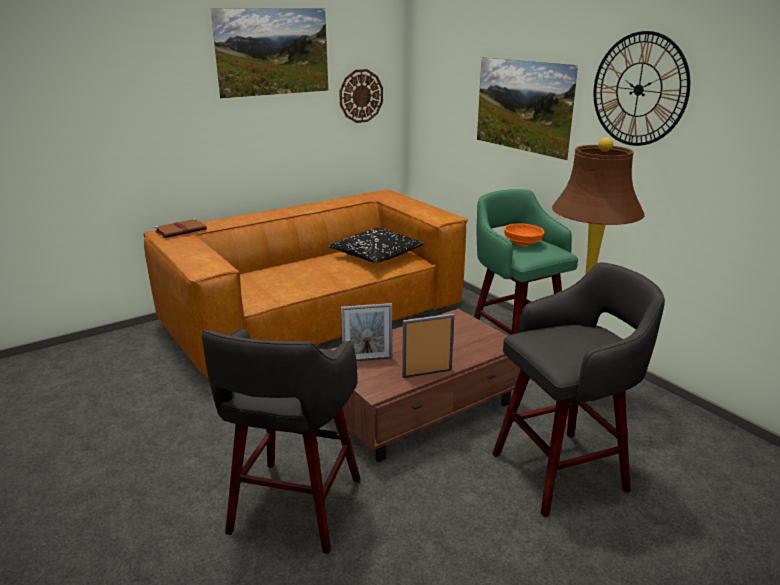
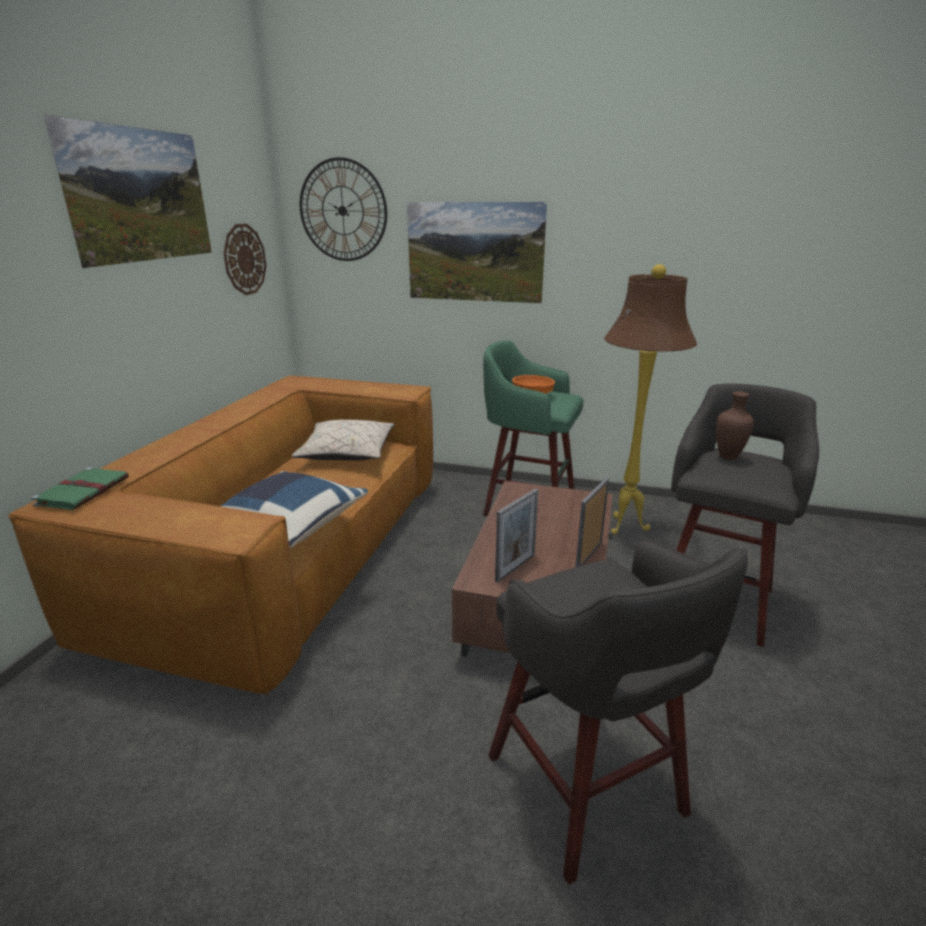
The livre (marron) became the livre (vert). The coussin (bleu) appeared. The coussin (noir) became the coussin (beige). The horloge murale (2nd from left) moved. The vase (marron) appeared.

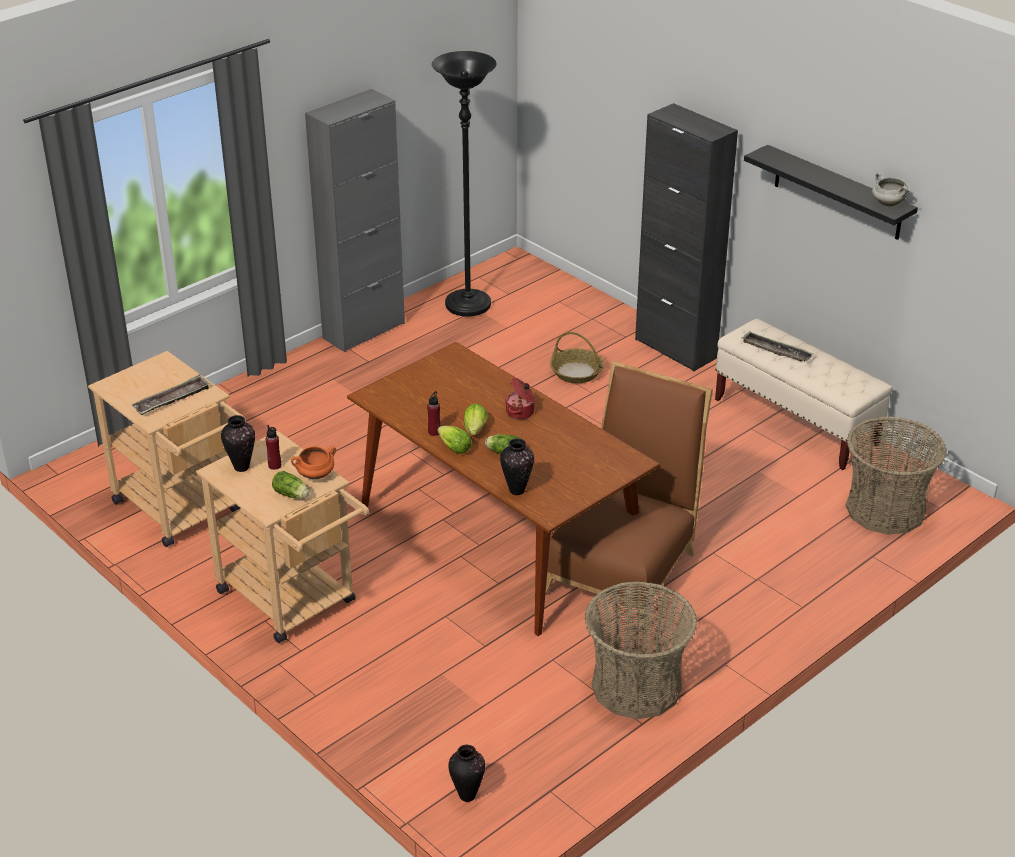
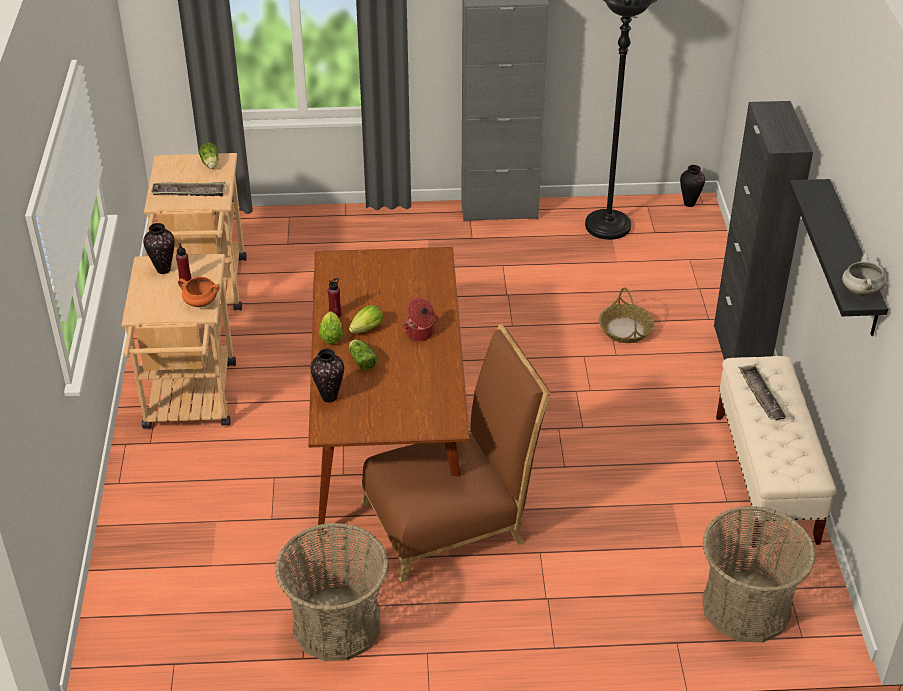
The laitue (1st from left) moved. The vase (2nd from left in the first image) moved.

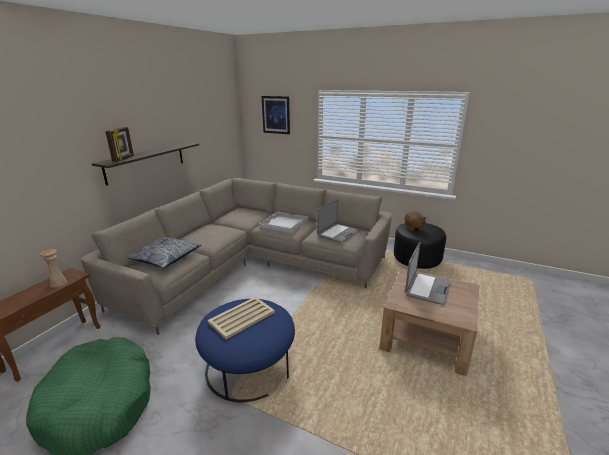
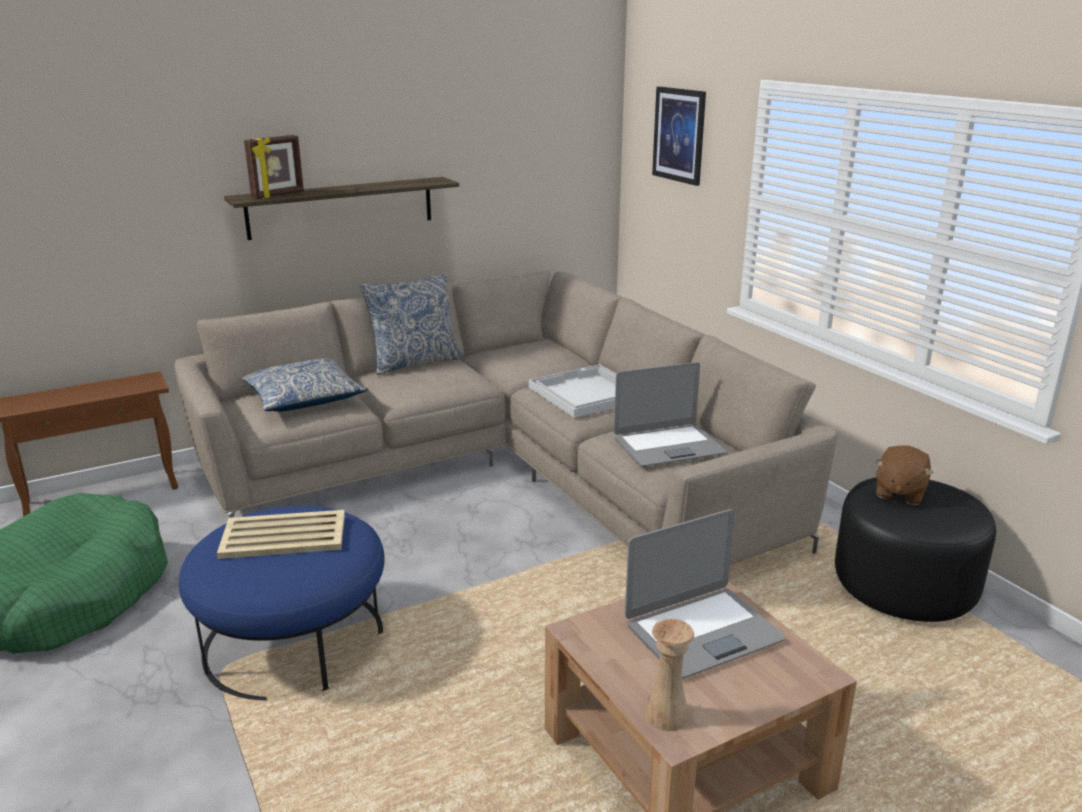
The coussin (2nd from left) appeared. The vase (beige) moved.

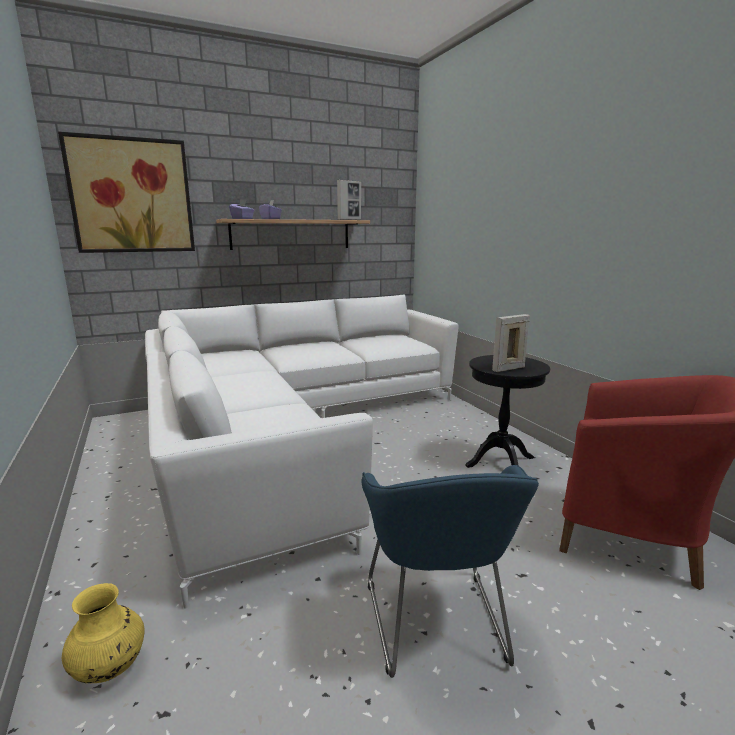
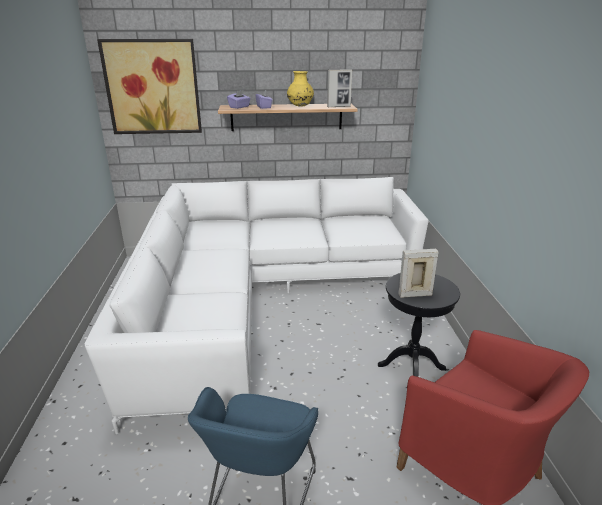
The vase (jaune) moved.

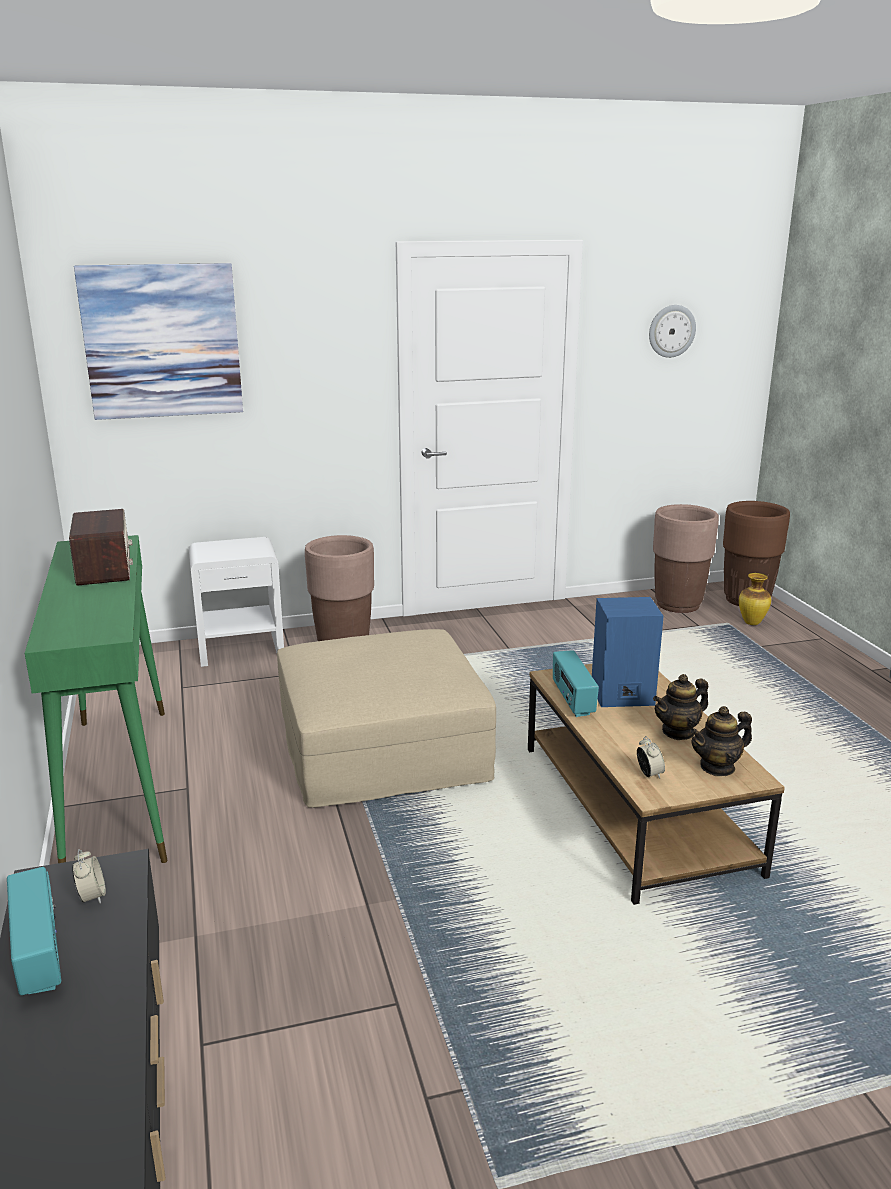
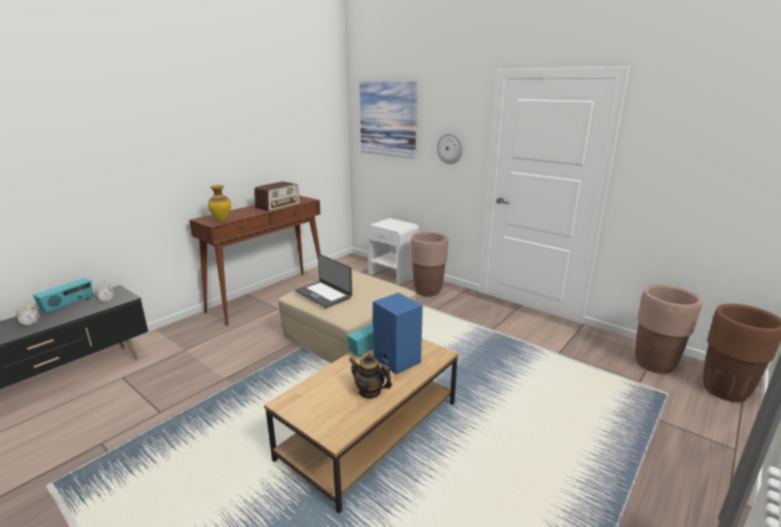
The réveil (2nd from left in the first image) moved. The table console (vert) became the table console (marron). The vase moved. The ordinateur portable appeared. The horloge murale moved. The théière (2nd from left) disappeared.

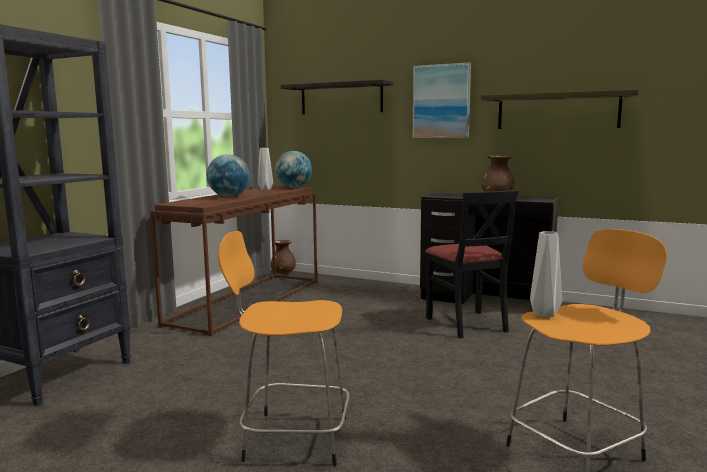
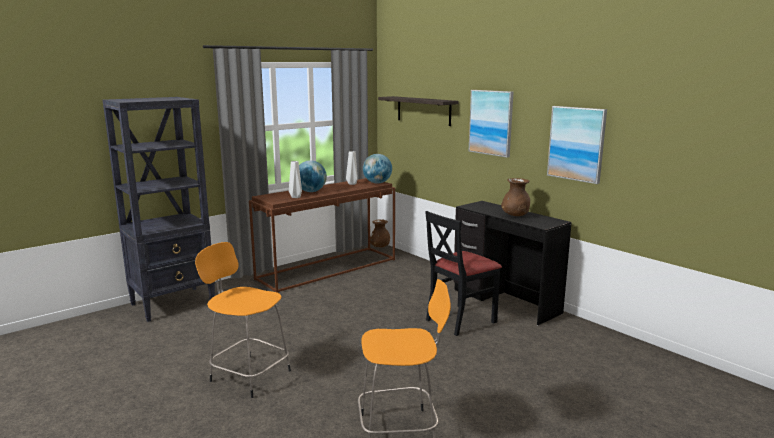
The vase (gris) (2nd from left in the first image) moved. The chaise (noir) turned 45 degrees clockwise. The étagère (2nd from left) was replaced by the tableau (2nd from left).

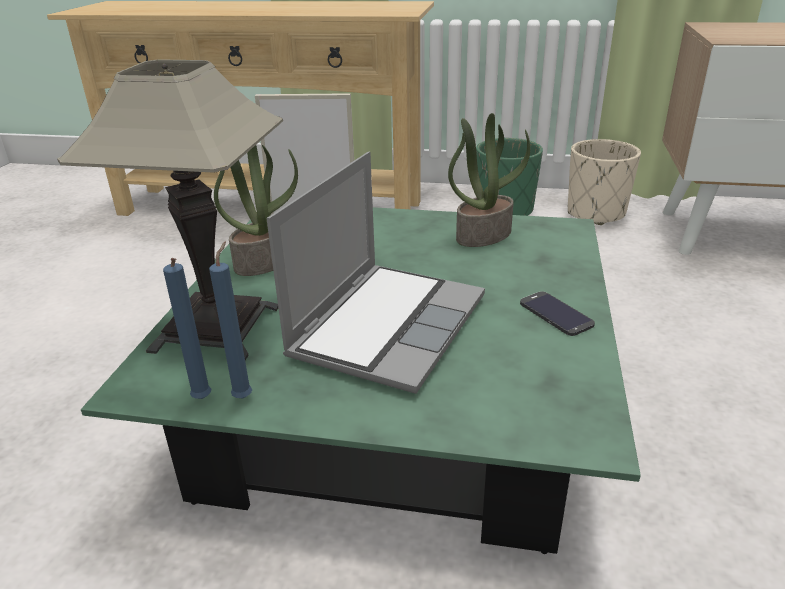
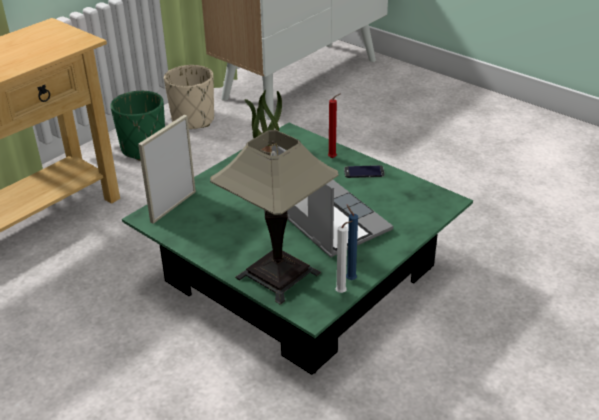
The bougie (rouge) appeared. The bougie (bleu) (1st from left) became the bougie (blanc). The plante en pot (1st from left) disappeared.

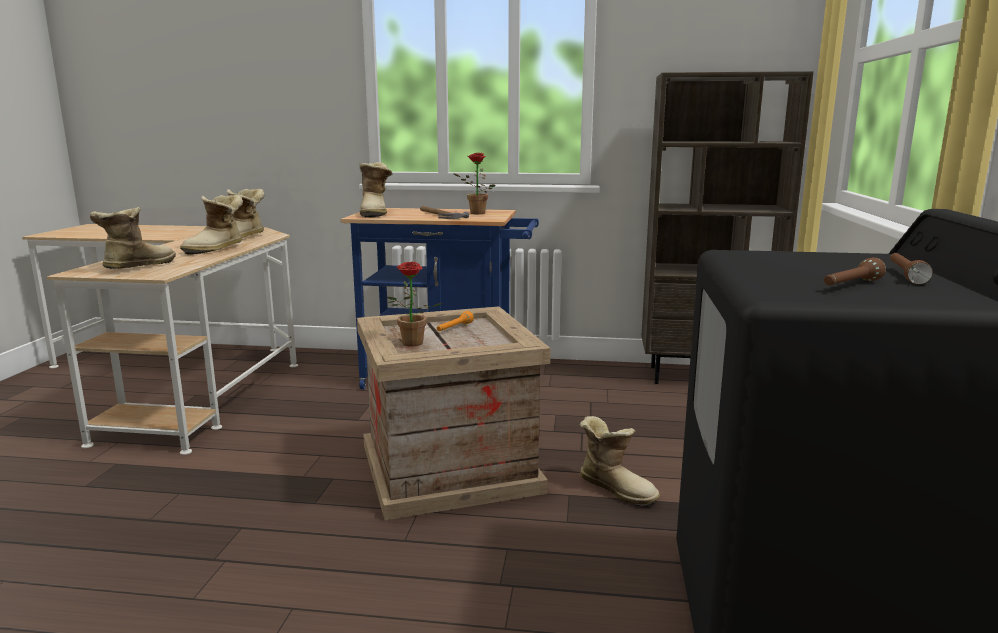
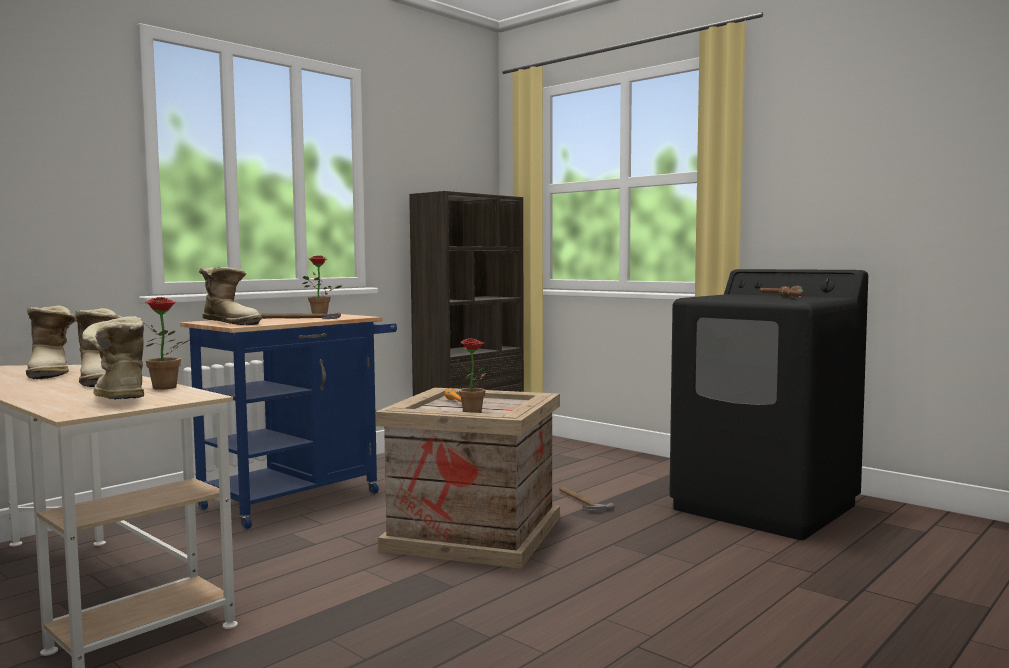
The plante en pot (1st from left) appeared. The botte (5th from left) was replaced by the marteau (2nd from left).

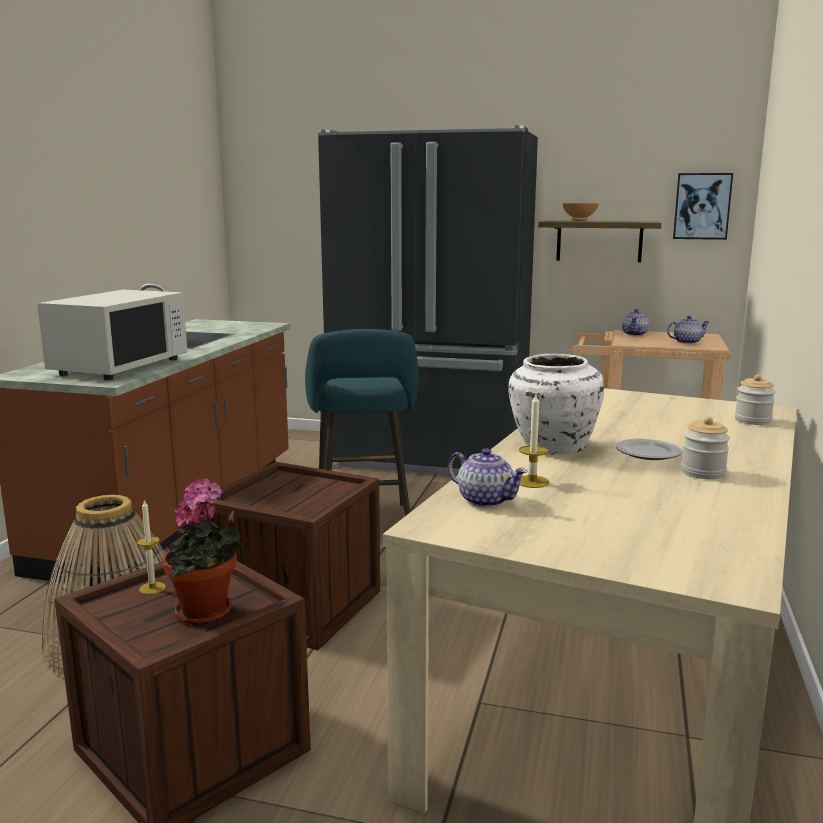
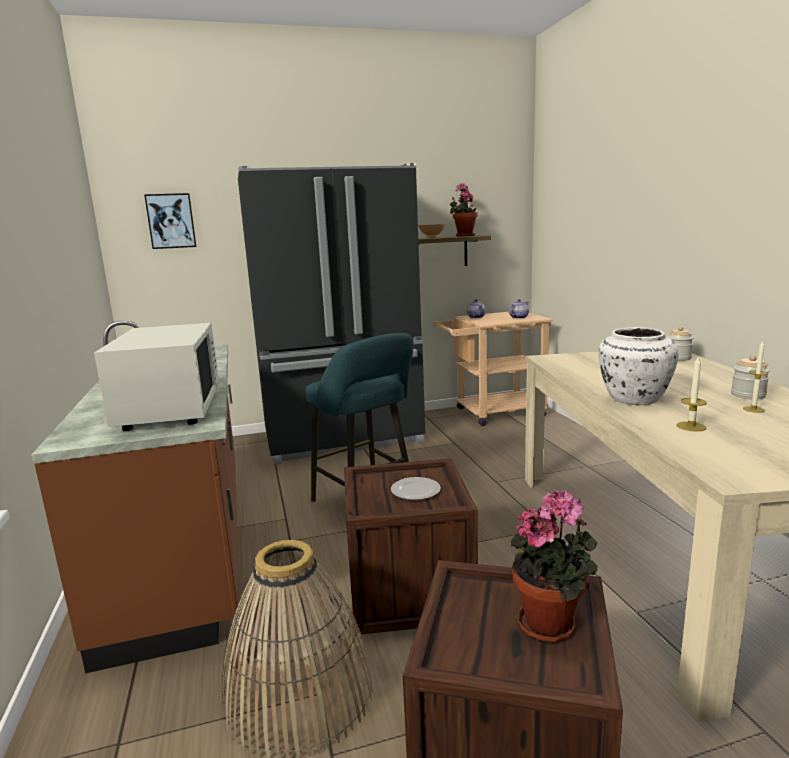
The tableau moved. The assiette moved. The plante en pot (1st from left) appeared. The bougie (1st from left in the first image) moved. The théière (1st from left) disappeared.

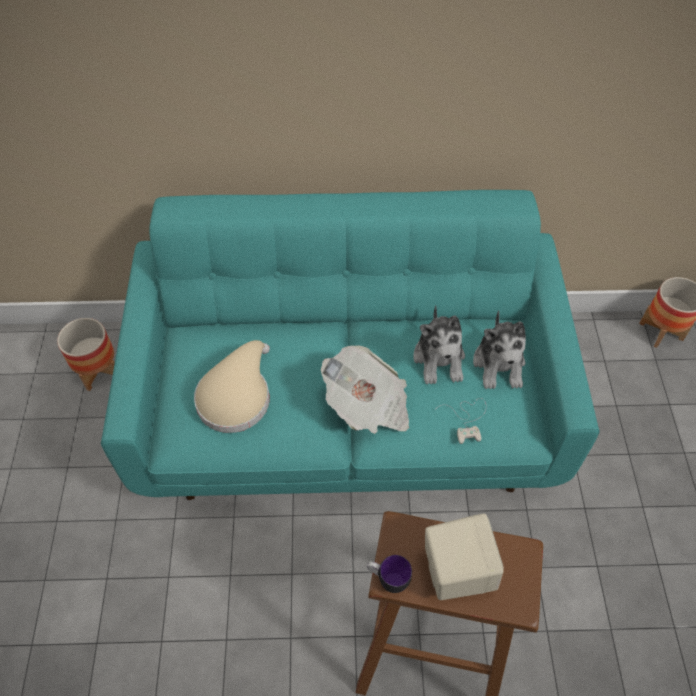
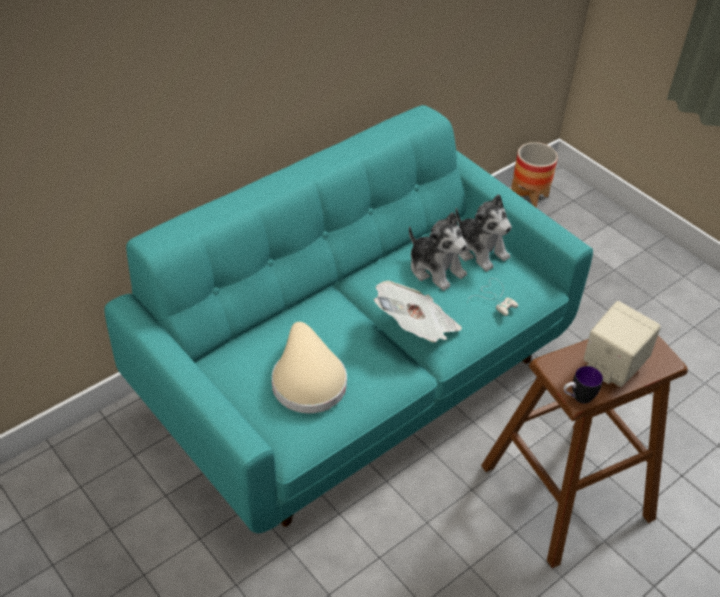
The cache-pot (1st from left) disappeared.

